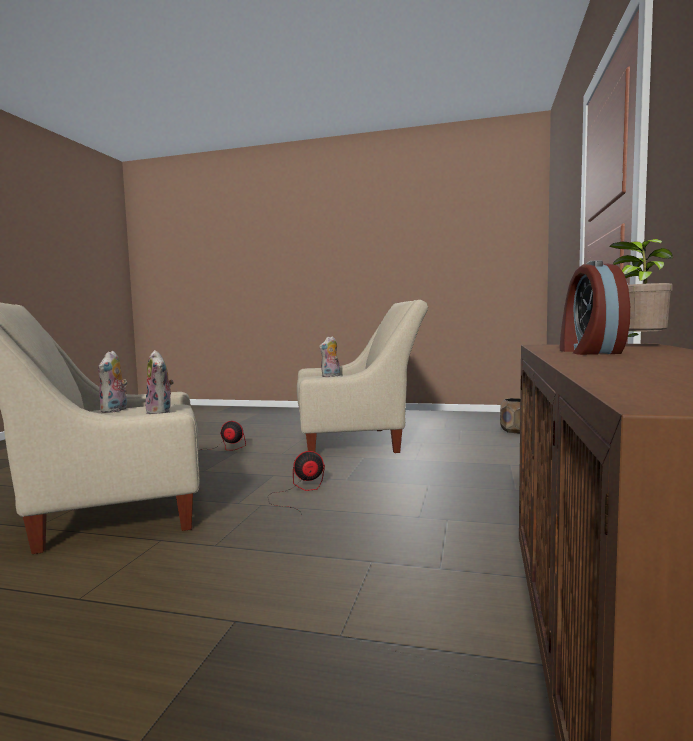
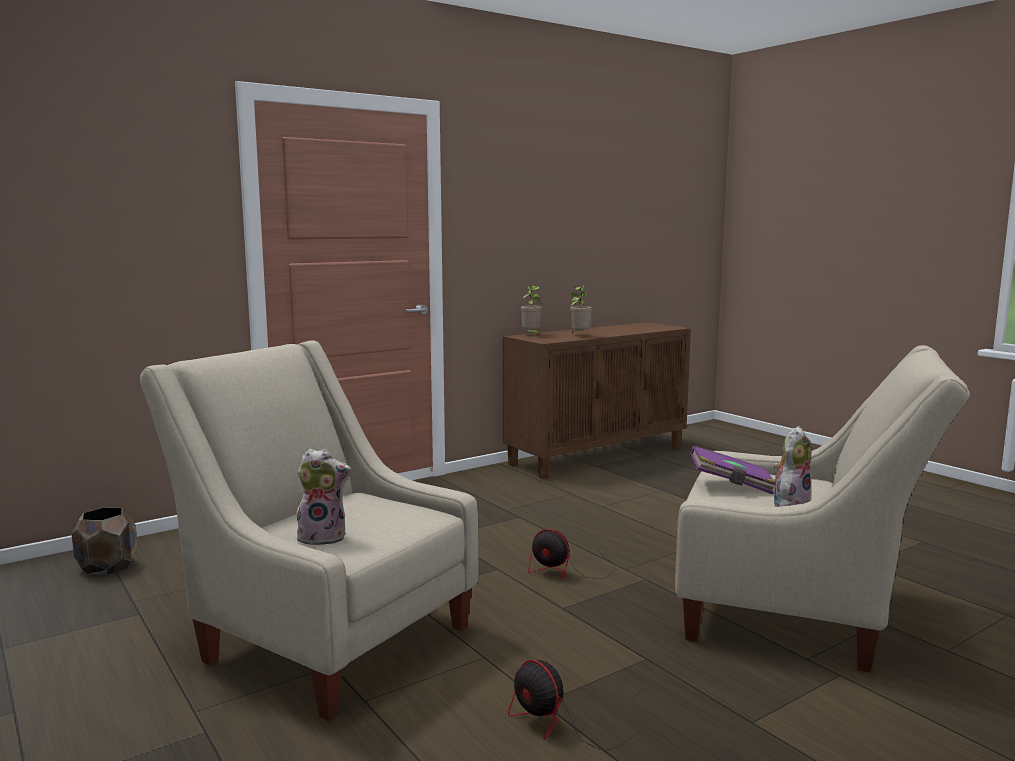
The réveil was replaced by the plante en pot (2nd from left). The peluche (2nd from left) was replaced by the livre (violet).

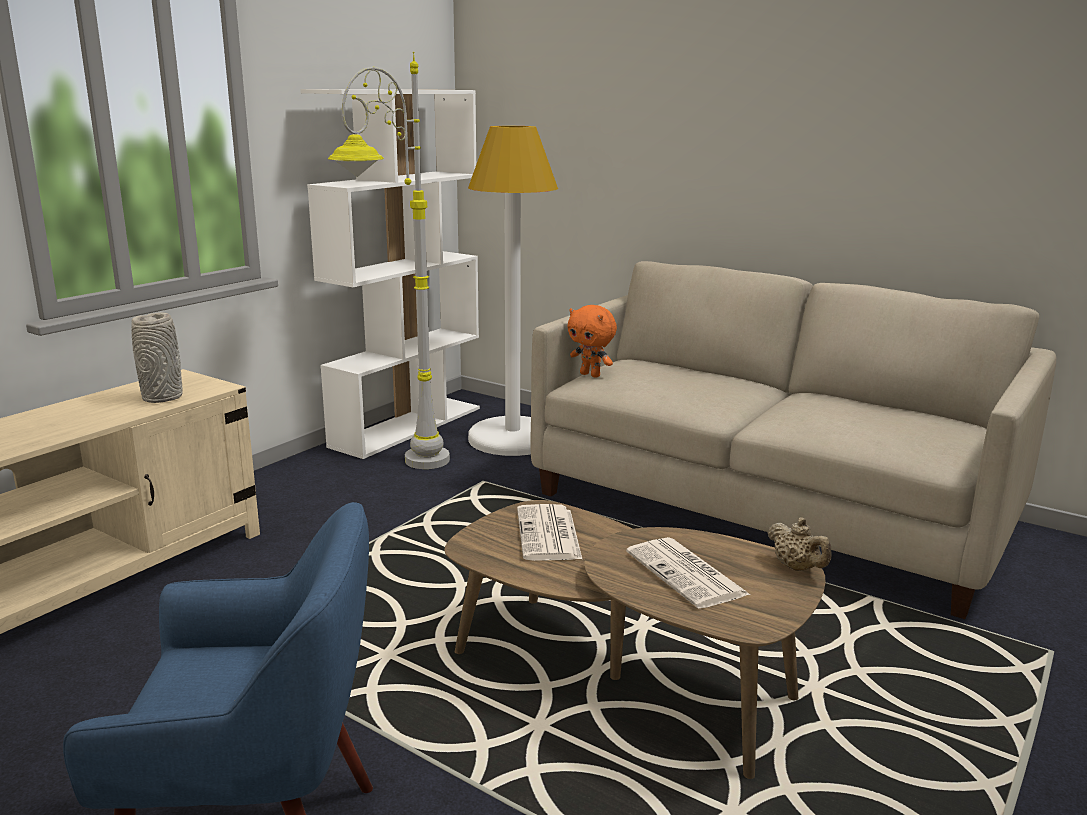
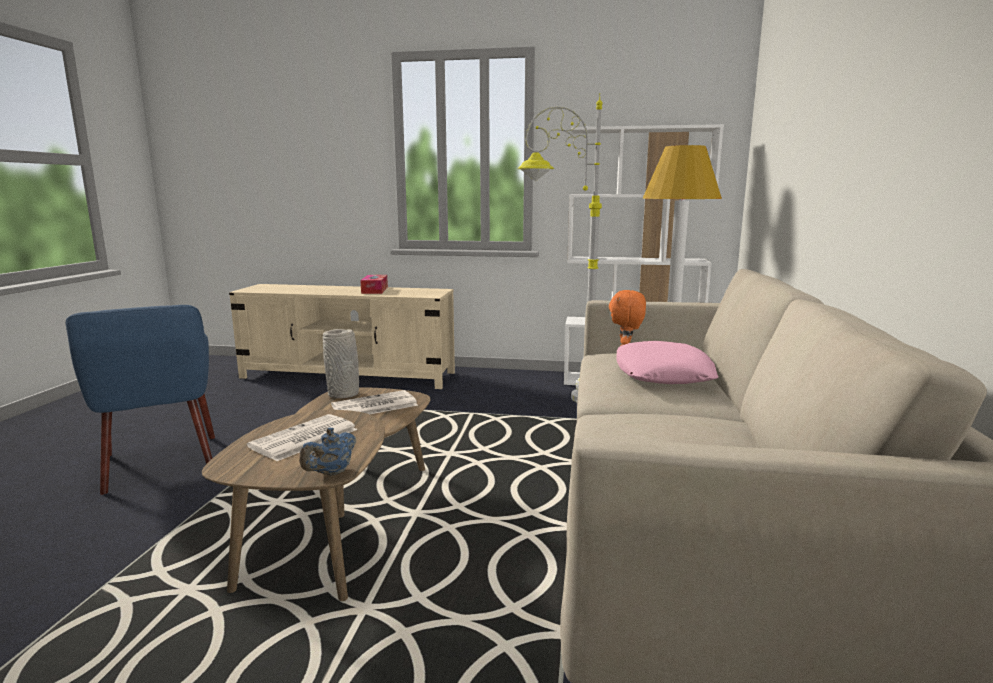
The théière (beige) became the théière (bleu). The vase (gris) moved. The boîte à mouchoirs appeared. The coussin (rose) appeared.

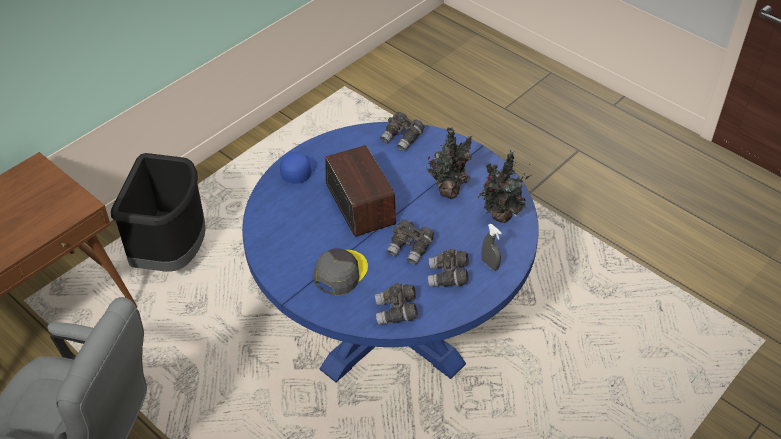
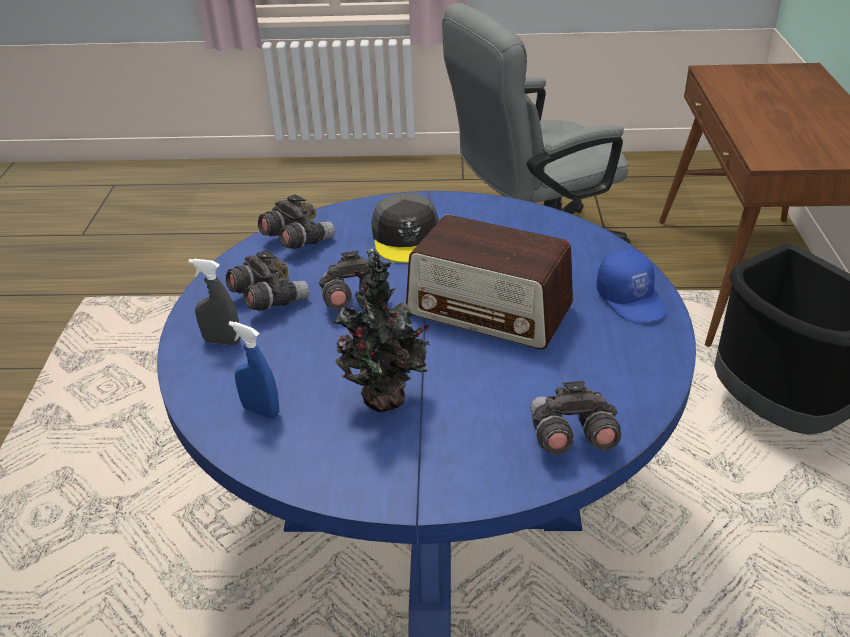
The plante en pot (2nd from left) was replaced by the vaporisateur (bleu).

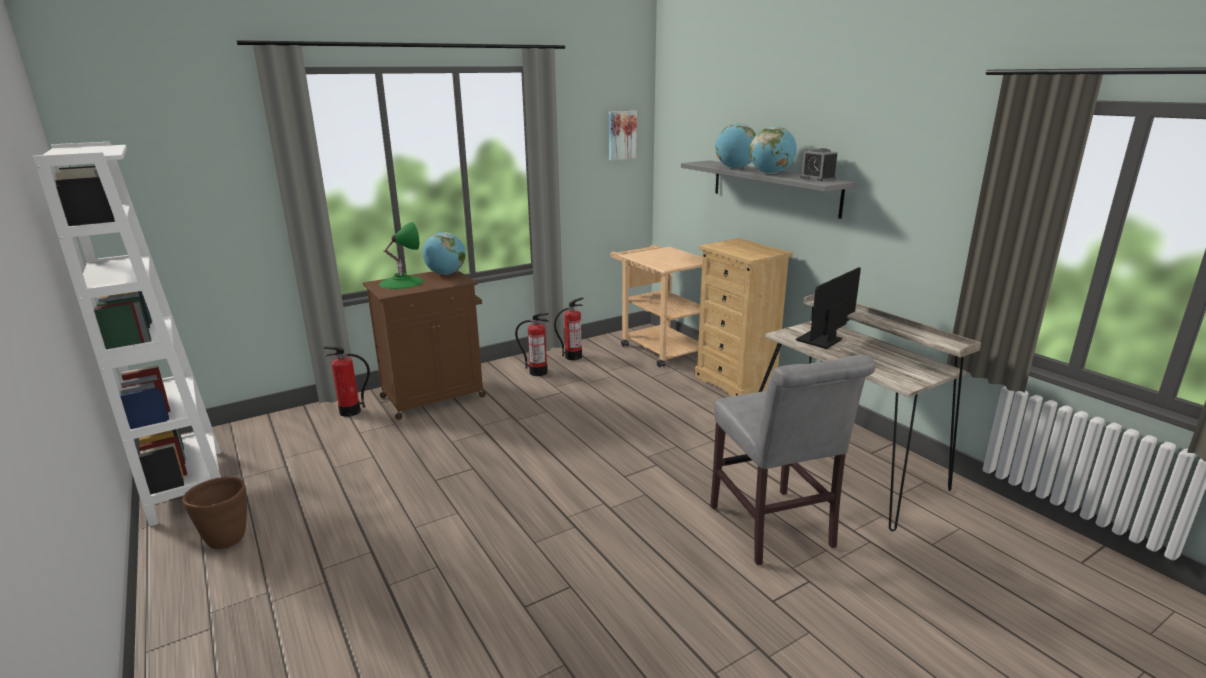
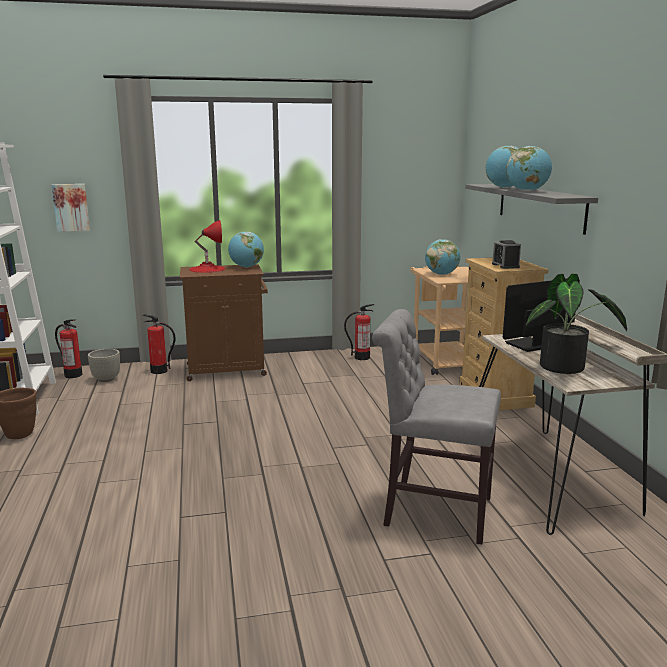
The tableau moved. The extincteur (2nd from left in the first image) moved. The cache-pot (gris) appeared. The lampe de table (vert) became the lampe de table (rouge). The chaise (gris) turned 105 degrees clockwise. The globe (2nd from left) appeared. The réveil moved. The plante en pot appeared.

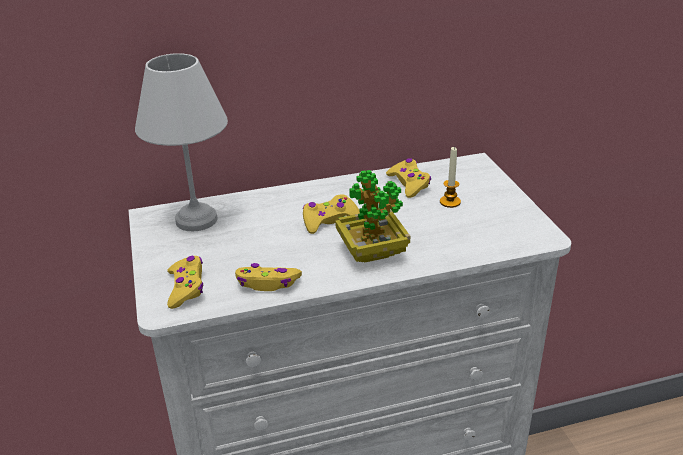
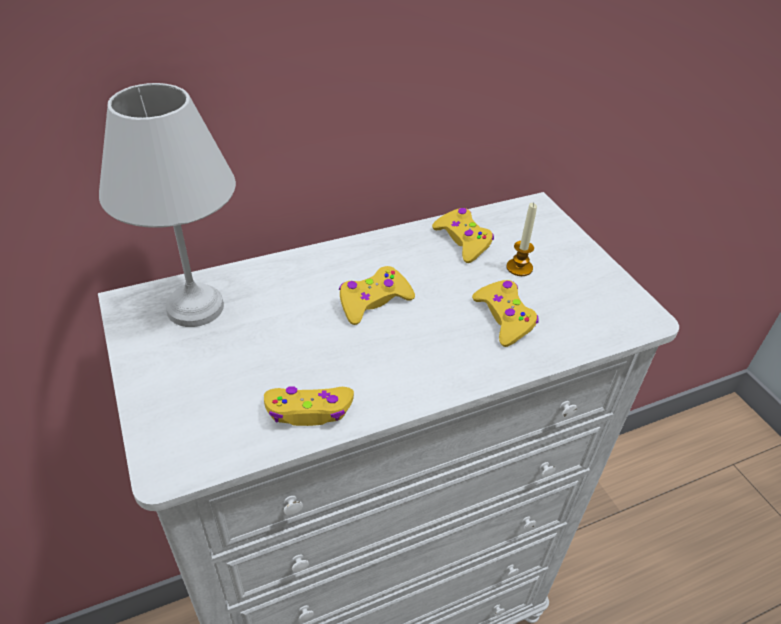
The manette (jaune) (1st from left in the first image) moved. The plante en pot disappeared.

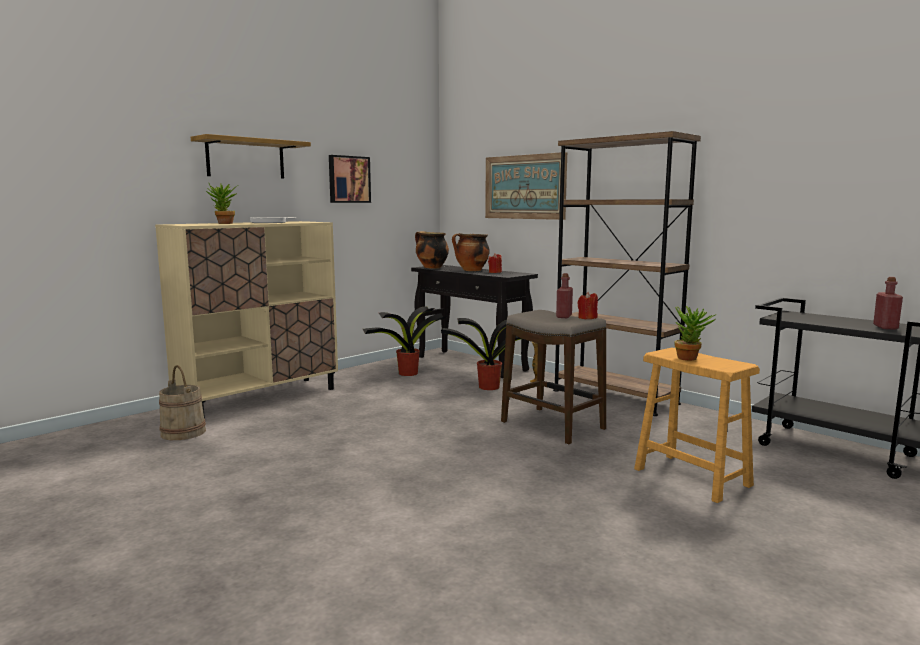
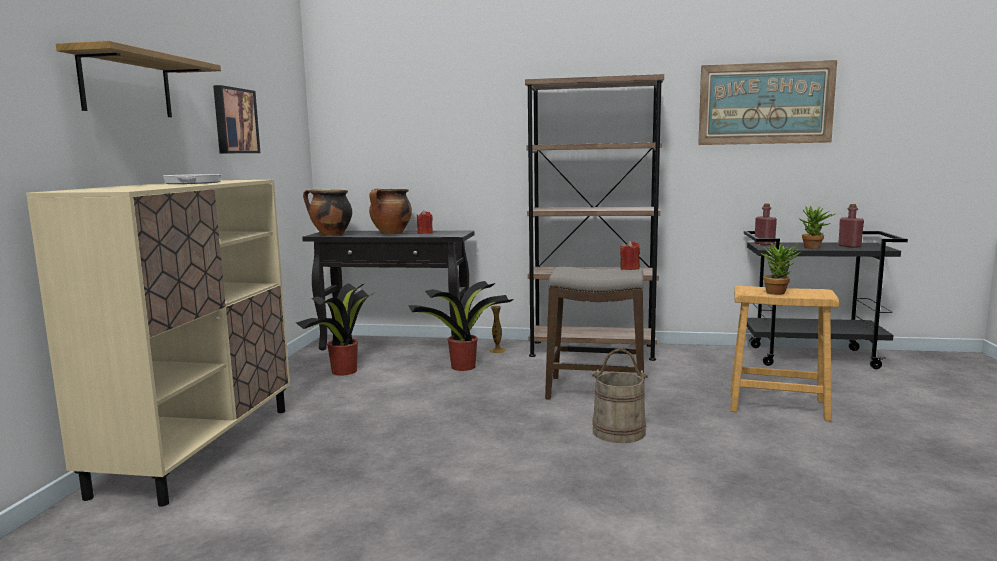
The seau (beige) moved. The tableau (2nd from left) moved. The bouteille (rouge) (1st from left) moved. The plante en pot (1st from left in the first image) moved.

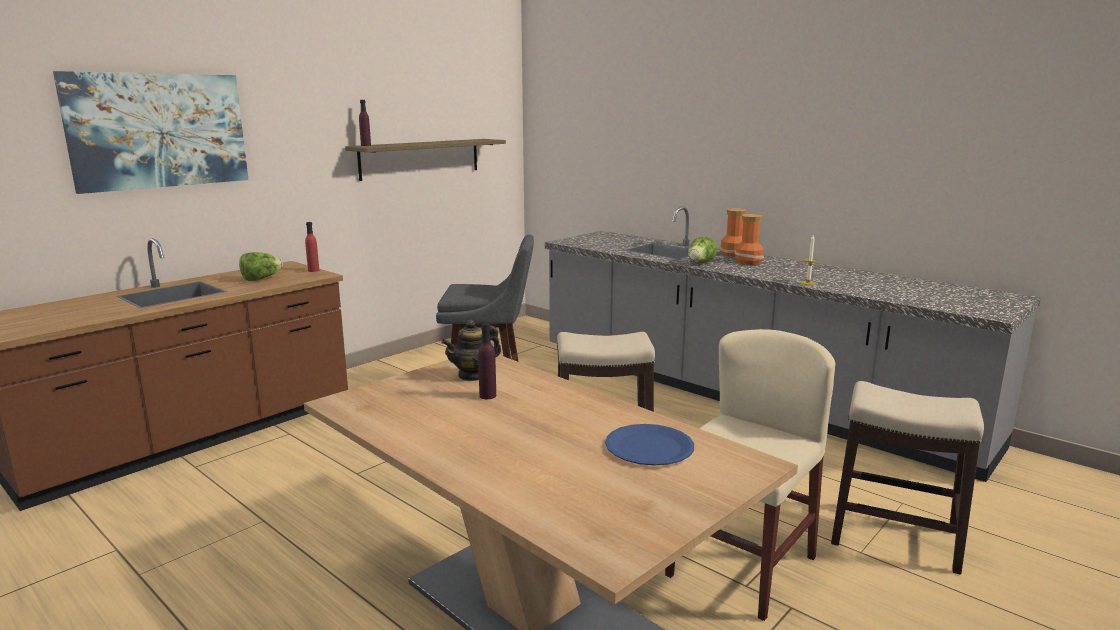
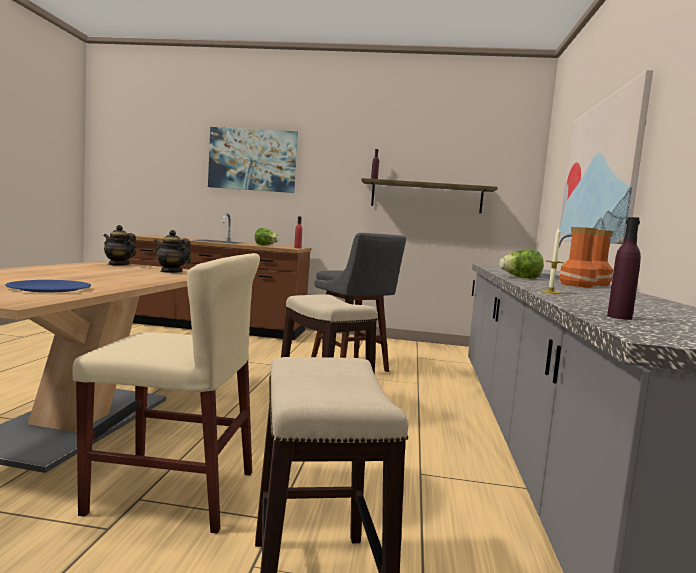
The théière (1st from left) appeared. The tableau (2nd from left) appeared. The bouteille (violet) (2nd from left) moved.

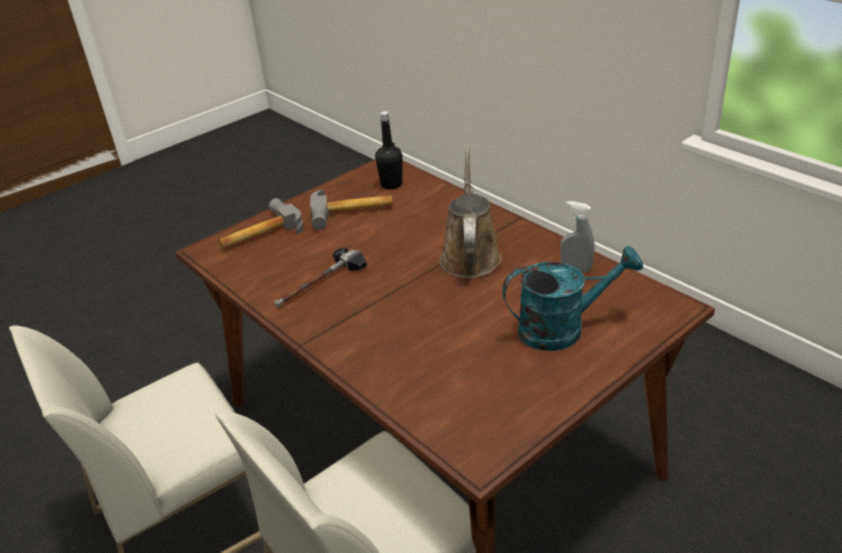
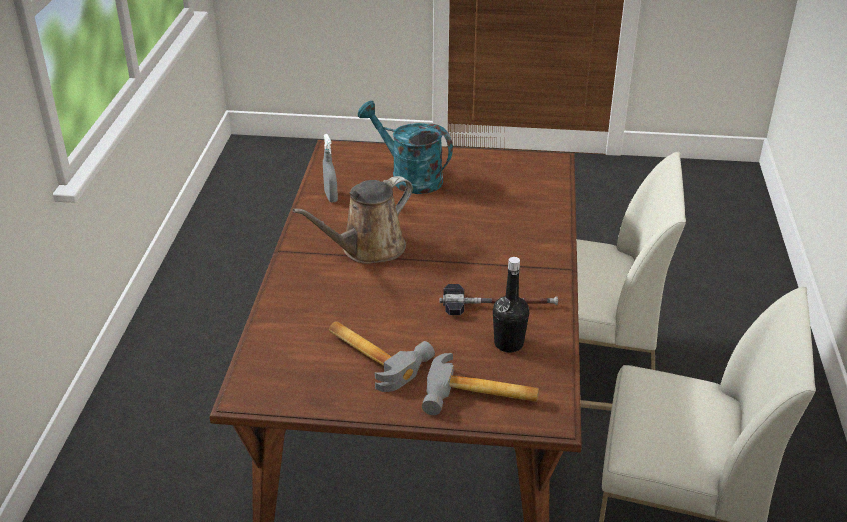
The bouteille (noir) moved.

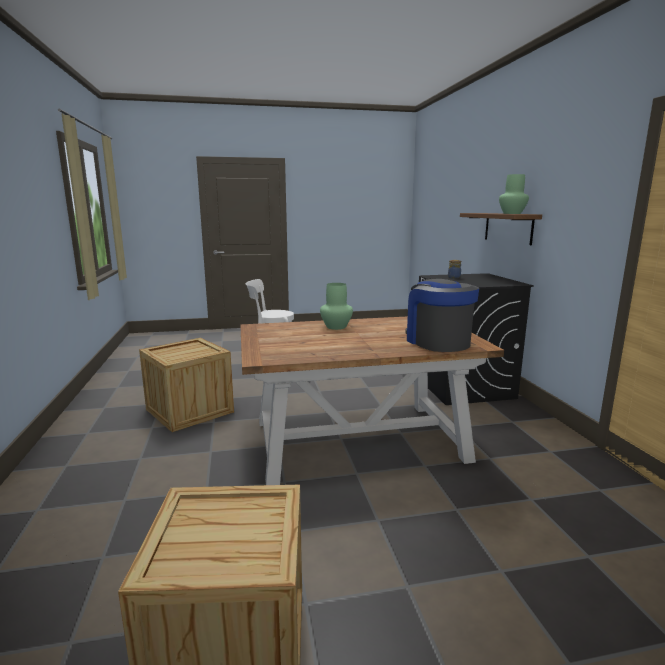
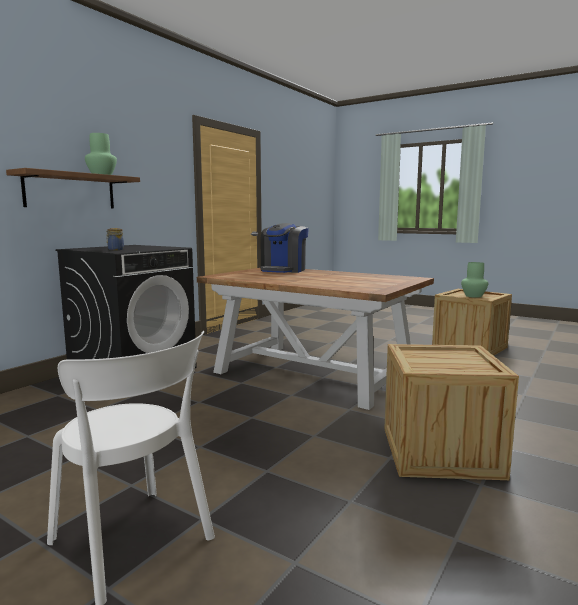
The vase (vert) (1st from left in the first image) moved.

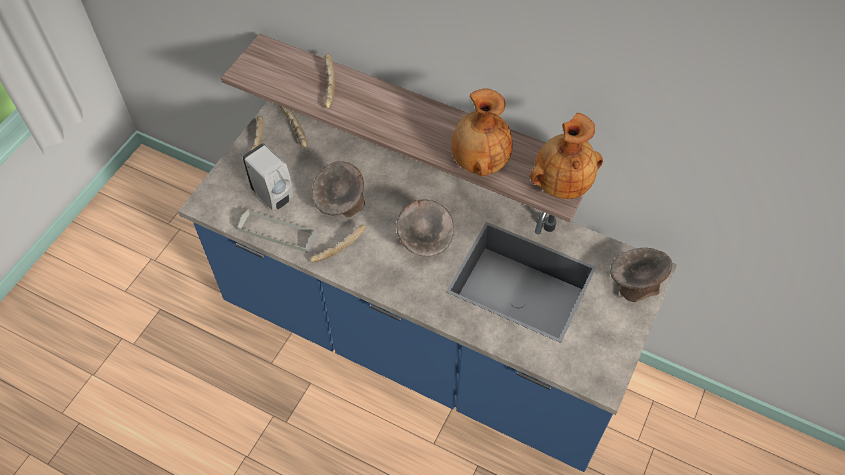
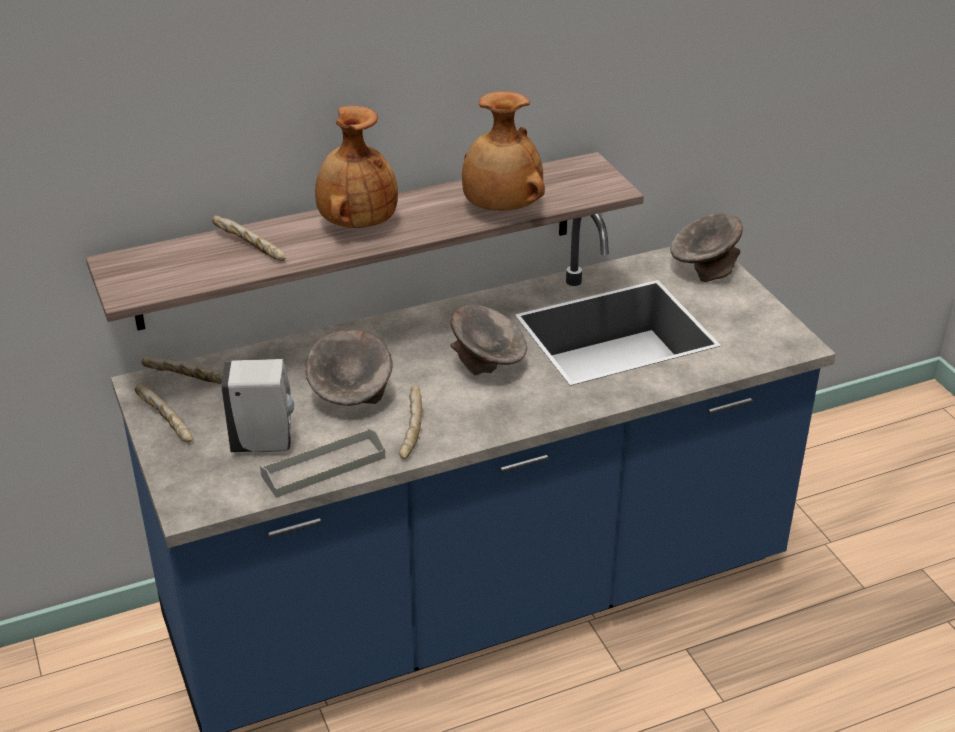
The vase (marron) (2nd from left in the first image) moved.

